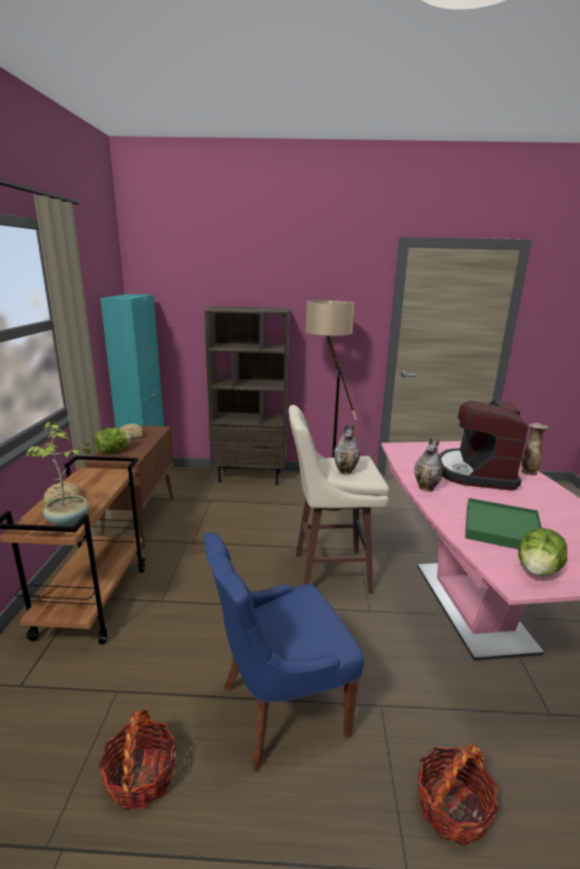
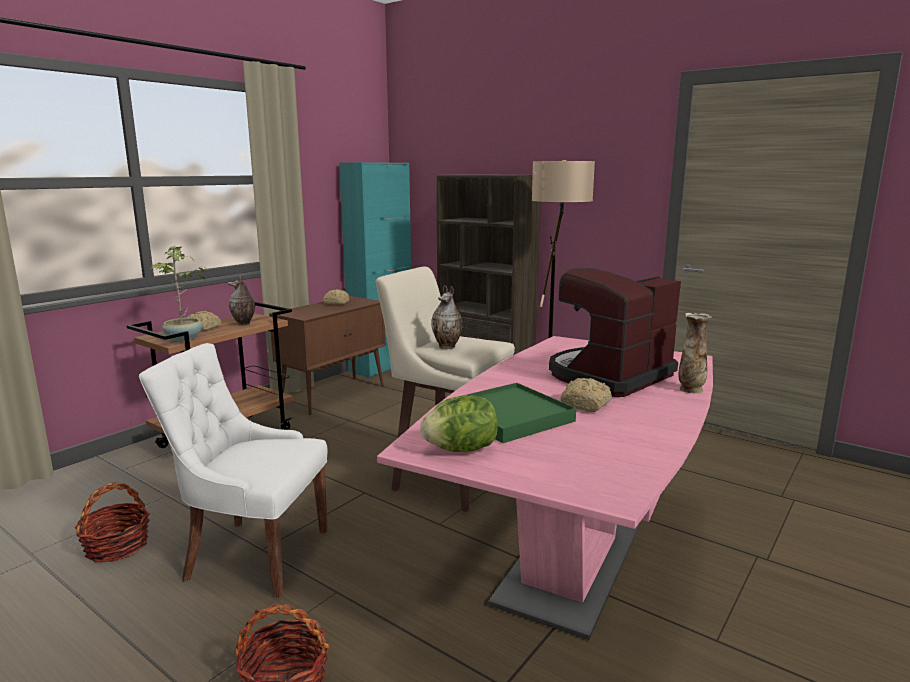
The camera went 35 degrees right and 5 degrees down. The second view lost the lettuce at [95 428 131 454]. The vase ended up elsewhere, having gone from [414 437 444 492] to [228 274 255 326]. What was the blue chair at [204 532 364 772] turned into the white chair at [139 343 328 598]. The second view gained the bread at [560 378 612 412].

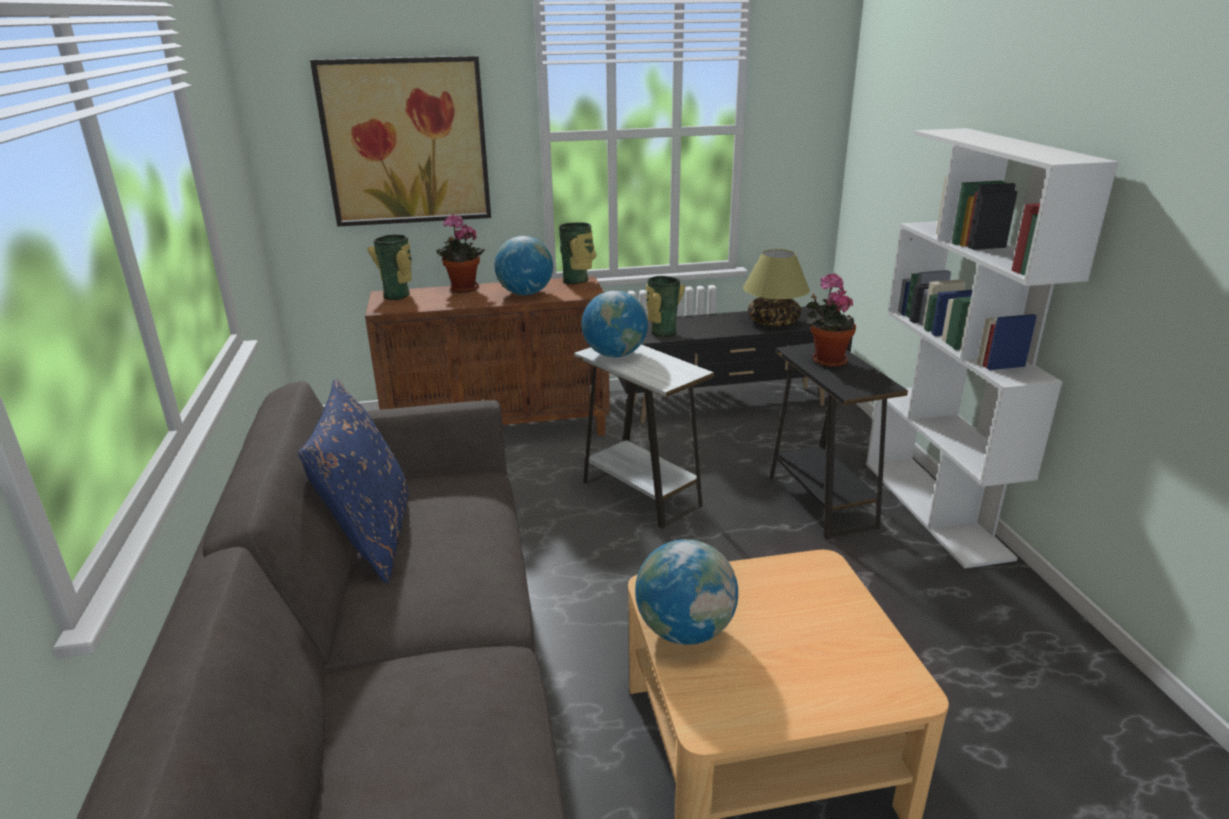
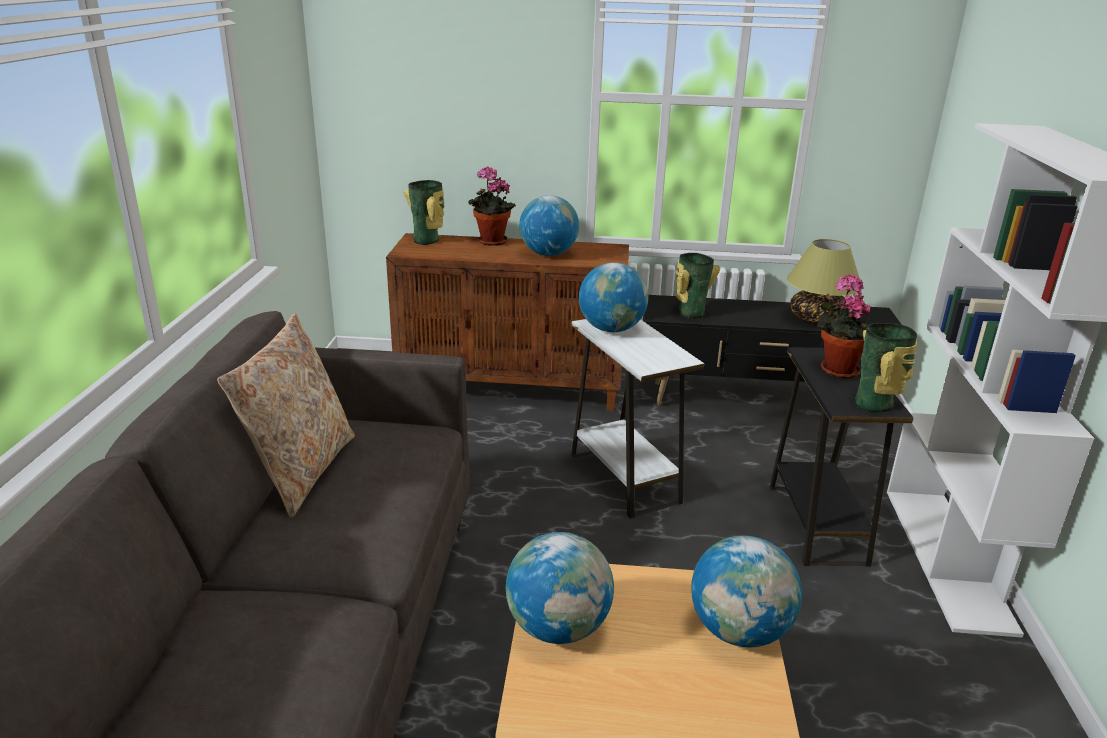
The camera went 15 degrees right and 0 degrees up. The second view lost the picture at [310 56 491 226]. The vase ended up elsewhere, having gone from [559 222 596 284] to [855 323 917 412]. What was the blue pillow at [298 378 409 583] turned into the beige pillow at [217 314 355 517]. The second view gained the globe at [691 536 802 647].

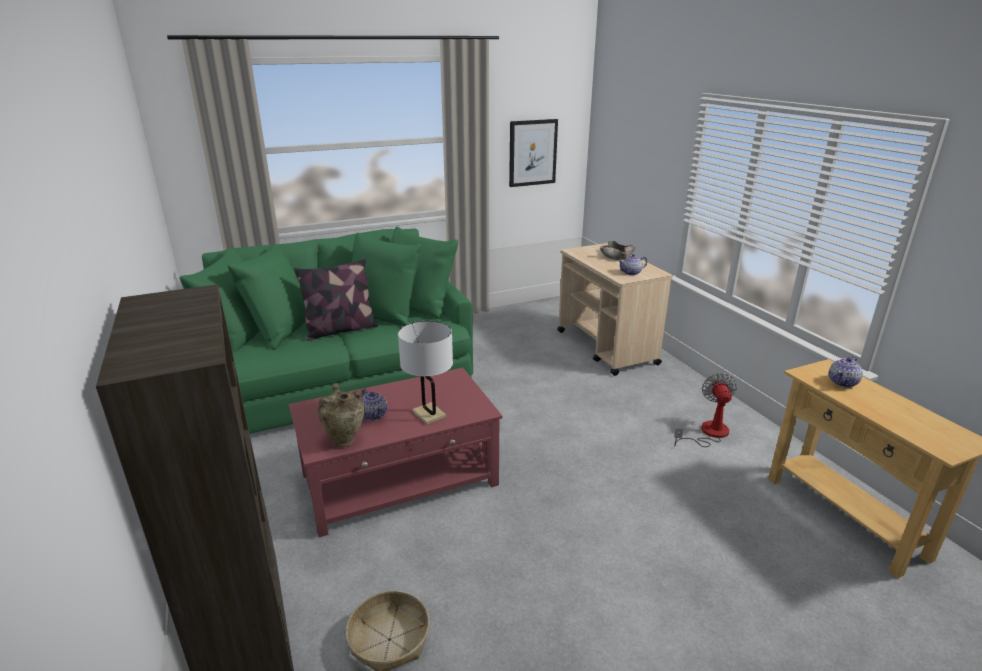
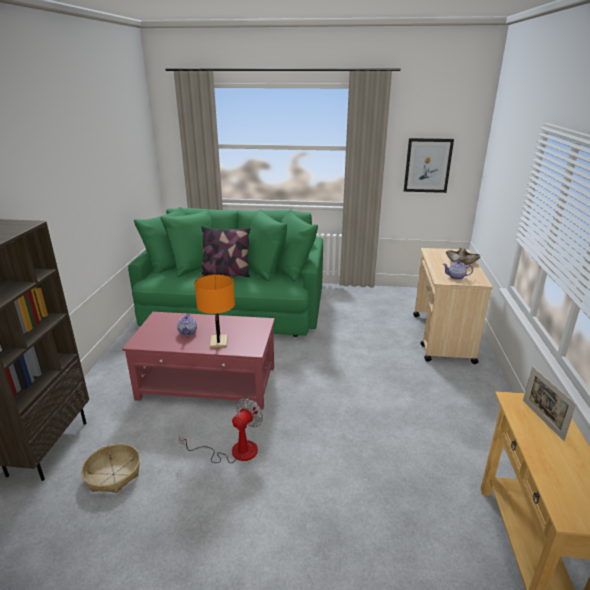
The camera went 30 degrees right and 0 degrees up. What was the white table lamp at [398 321 453 424] turned into the orange table lamp at [194 274 235 348]. Where the teapot stood at [829 356 863 388], the picture frame came to stand at [523 366 577 441]. The fan ended up elsewhere, having gone from [674 373 737 447] to [179 398 263 463]. The second view lost the beige vase at [318 383 365 447].

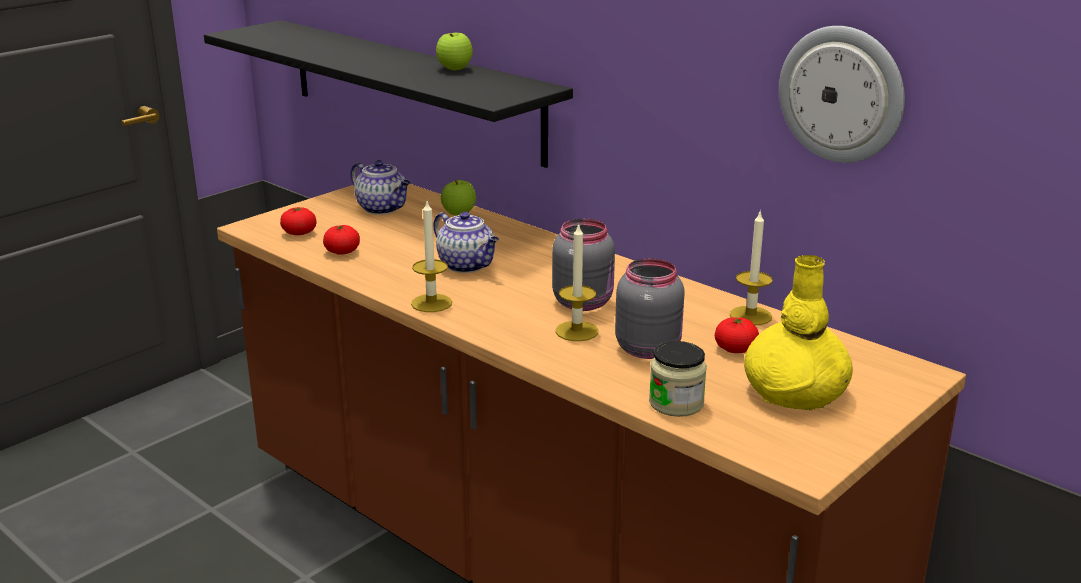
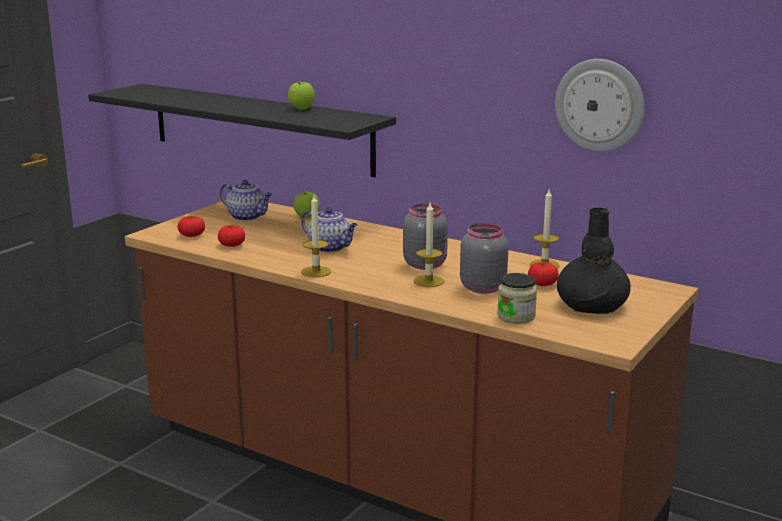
The camera went 10 degrees left and 5 degrees down. What was the yellow vase at [744 255 853 411] turned into the black vase at [557 208 631 314].

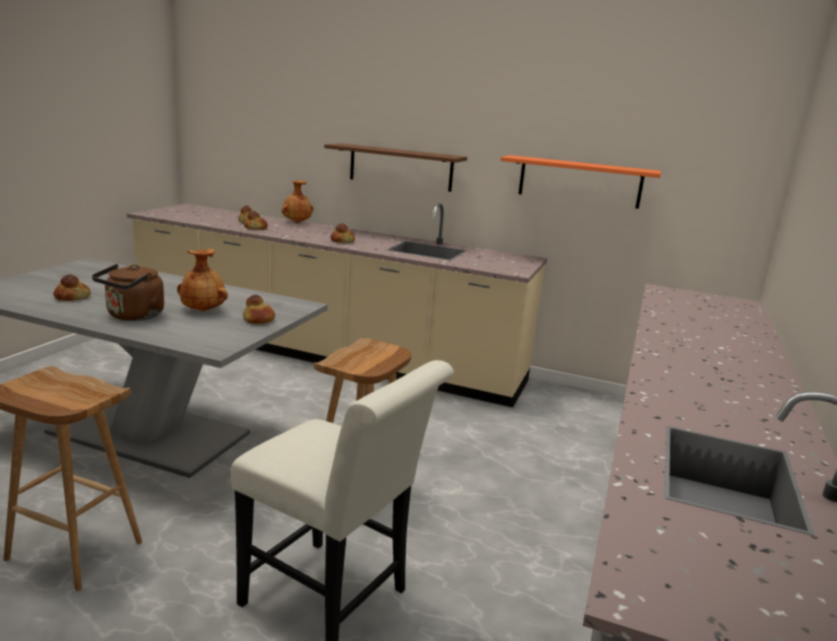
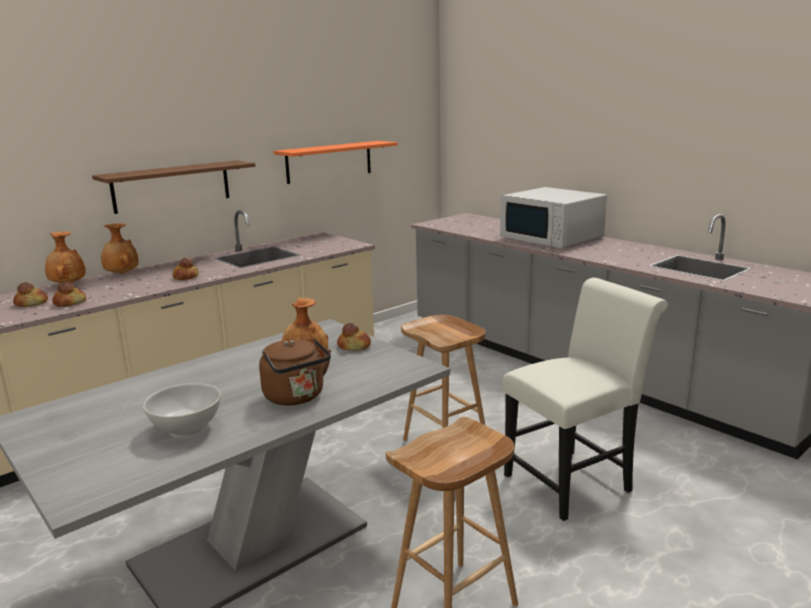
The camera went 60 degrees left and 0 degrees up. Where the bread stood at [53 274 91 301], the white bowl came to stand at [143 383 221 437]. The second view gained the white microwave at [500 187 607 248]. The second view gained the brown vase at [101 223 139 274].

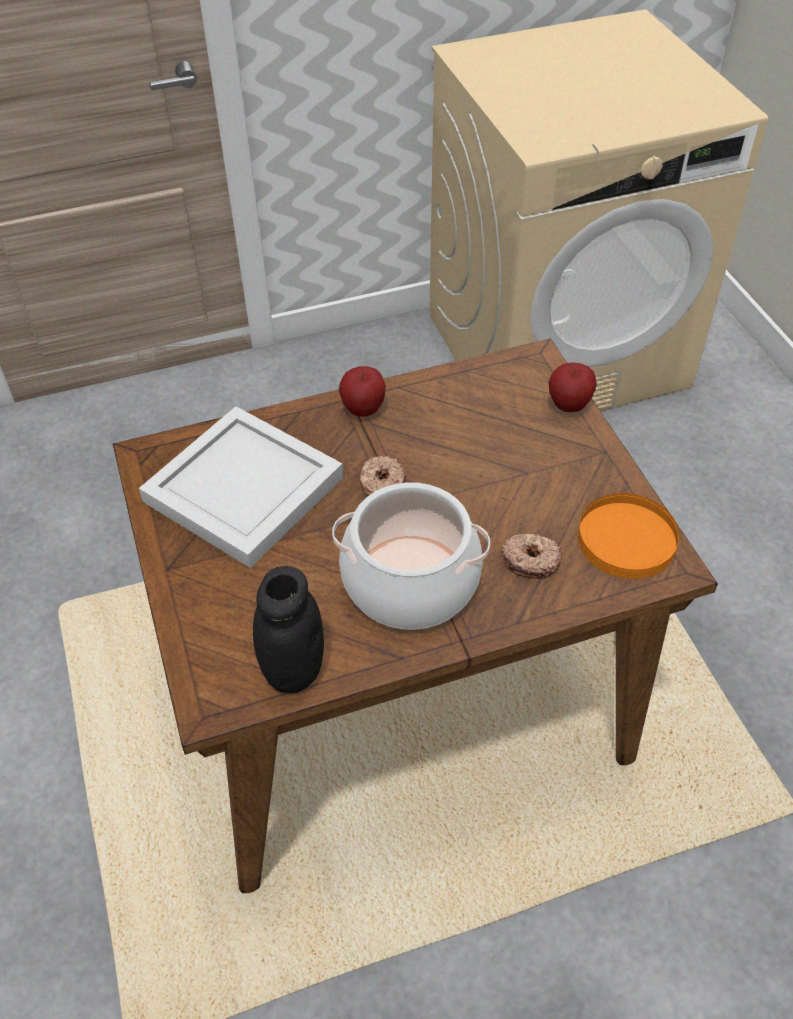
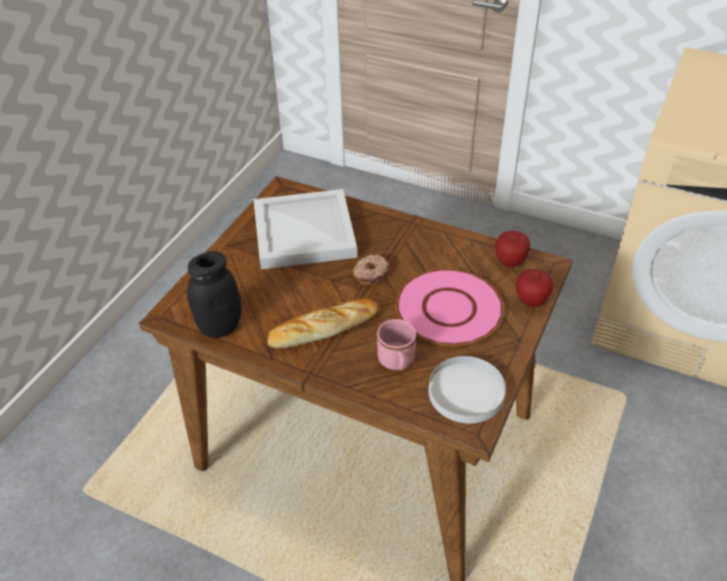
The camera went 45 degrees right and 5 degrees down. The apple ended up elsewhere, having gone from [339 366 386 417] to [495 231 530 267]. Where the cooking pot stood at [332 482 490 630], the bread came to stand at [268 299 379 348]. What was the orange plate at [578 493 679 579] turned into the white plate at [428 356 506 423]. Where the donut stood at [501 534 562 579], the pink mug came to stand at [377 319 416 370]. The second view gained the pink plate at [396 269 504 346].

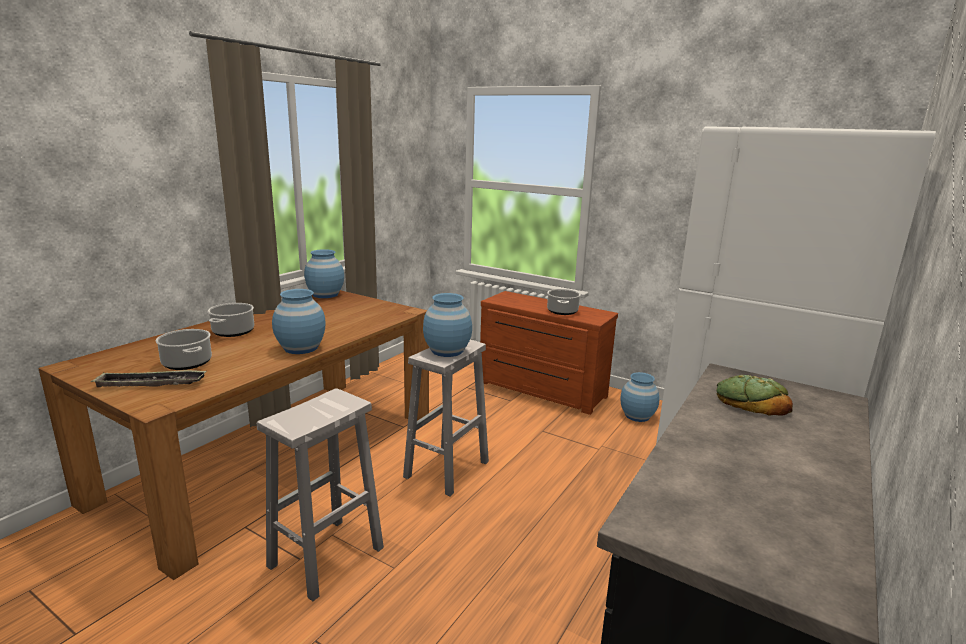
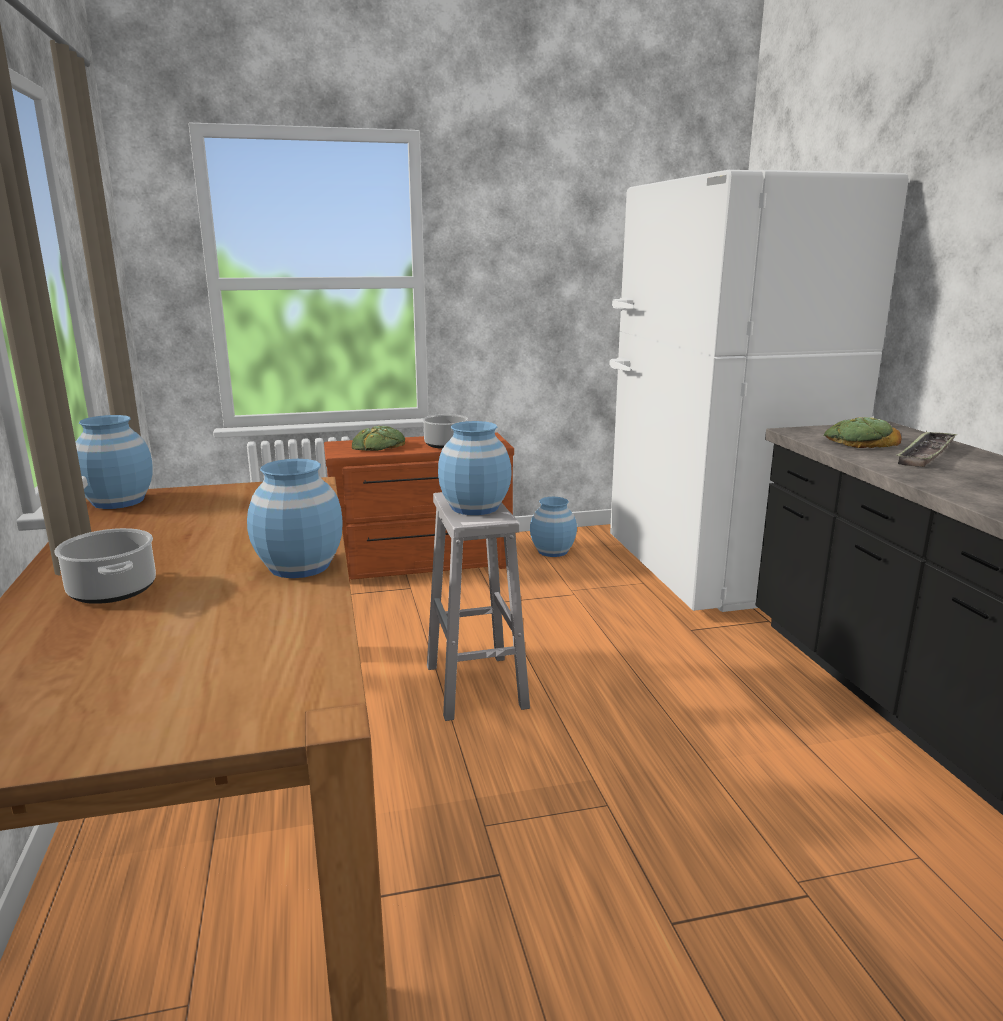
The camera went 45 degrees left and 0 degrees up. The second view lost the cooking pot at [156 329 212 370]. The tray ended up elsewhere, having gone from [90 370 207 387] to [896 431 957 467]. The second view lost the white stool at [257 388 384 601]. The second view gained the bread at [352 426 405 451].

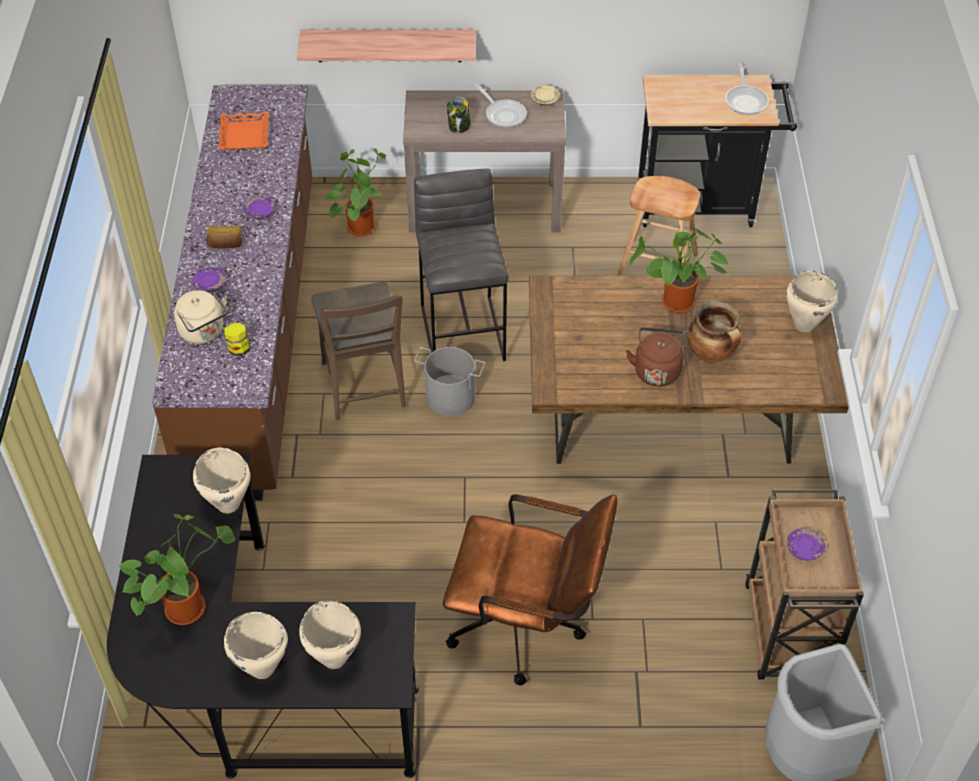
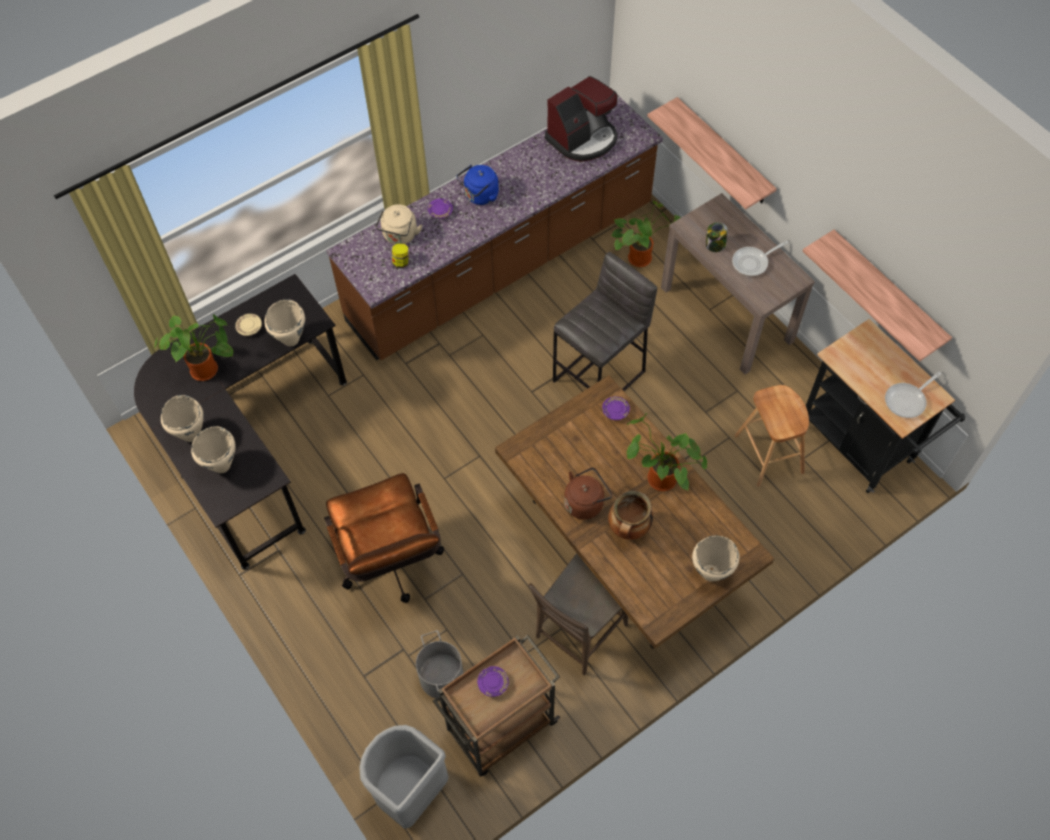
The camera went 55 degrees right and 10 degrees up. The frying pan at [474 84 527 128] ended up facing another way, 45 degrees clockwise from before. The beige plate ended up elsewhere, having gone from [531 85 560 106] to [235 314 262 336]. Where the orange tray stood at [218 112 269 150], the coffee machine came to stand at [545 76 618 162]. The purple plate ended up elsewhere, having gone from [243 196 275 219] to [602 396 630 420]. Where the bread stood at [206 225 242 248], the blue kettle came to stand at [457 165 499 205]. The brown chair ended up elsewhere, having gone from [311 282 406 420] to [528 553 629 675]. The grey bucket ended up elsewhere, having gone from [414 347 485 417] to [416 630 464 698]. The second view gained the shelf at [803 230 952 362].

